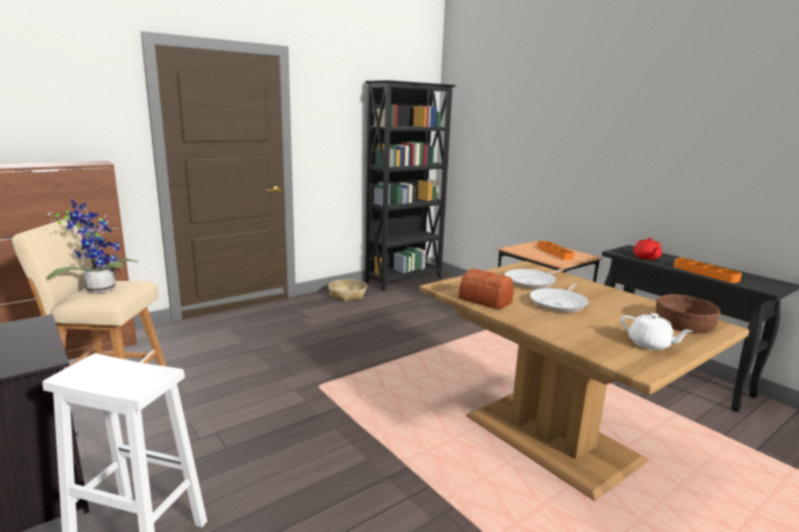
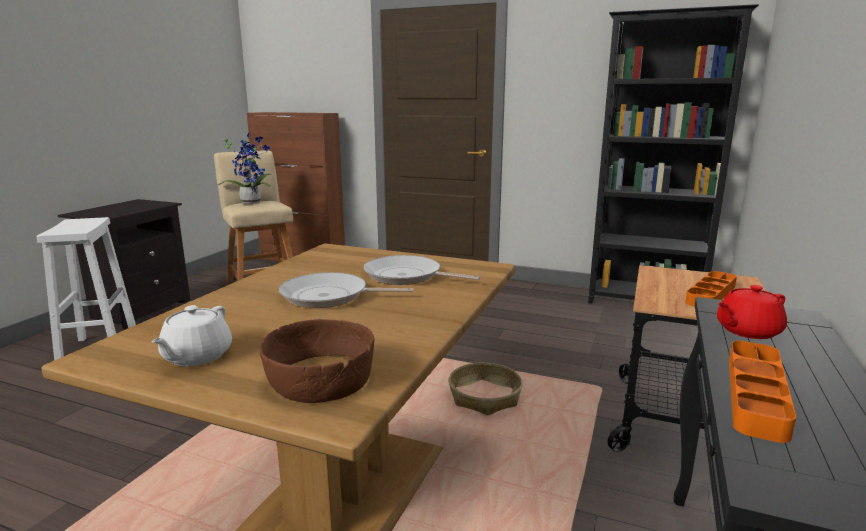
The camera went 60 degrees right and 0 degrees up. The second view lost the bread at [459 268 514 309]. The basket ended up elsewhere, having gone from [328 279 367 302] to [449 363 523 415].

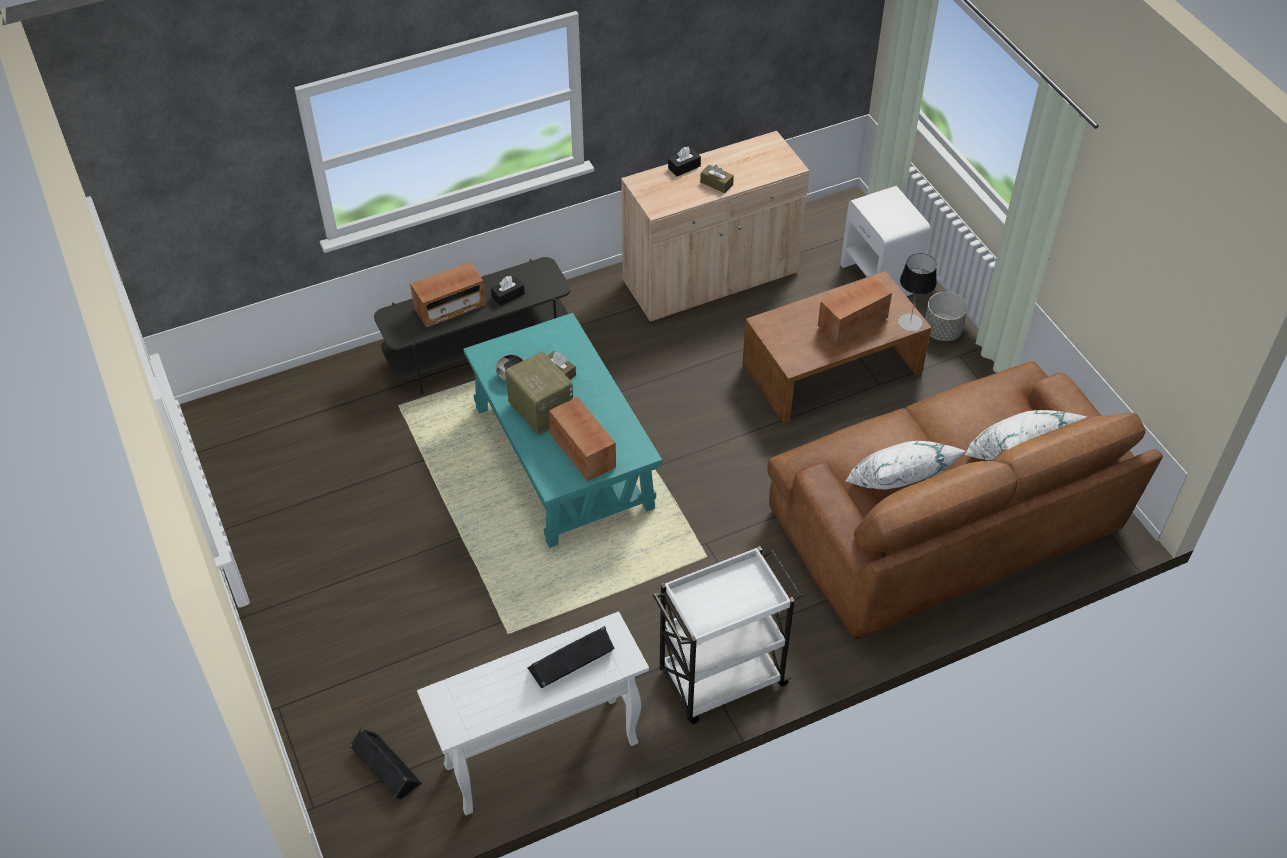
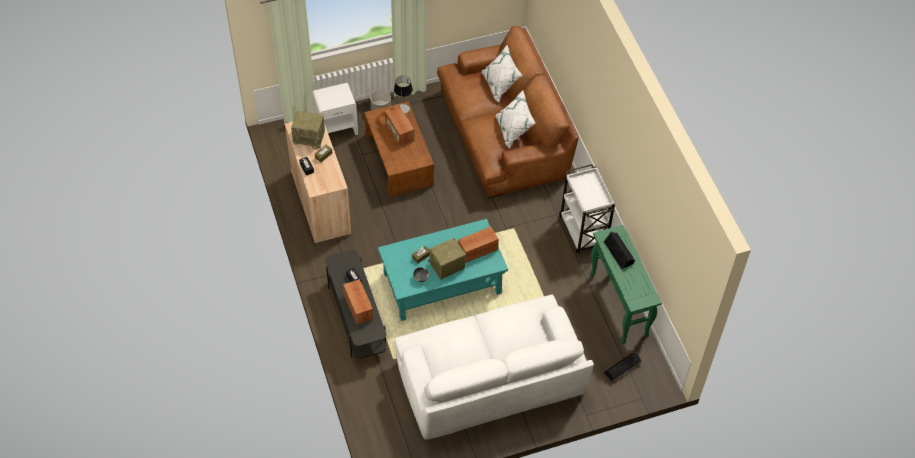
The camera went 85 degrees left and 5 degrees up. What was the white console table at [417 611 649 815] turned into the green console table at [590 225 662 344]. The second view gained the radio at [291 111 325 149]. The second view gained the white sofa at [394 295 594 440].

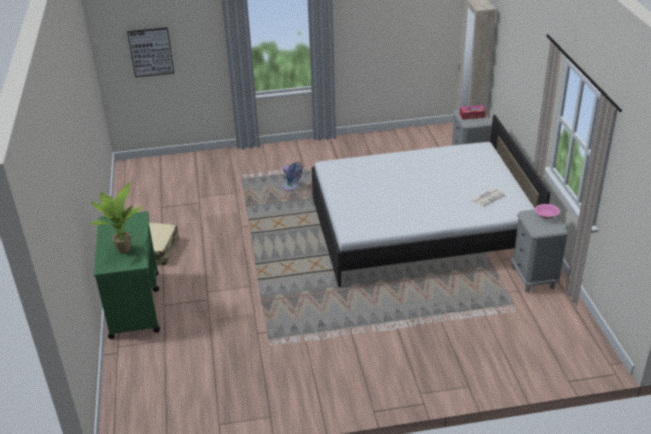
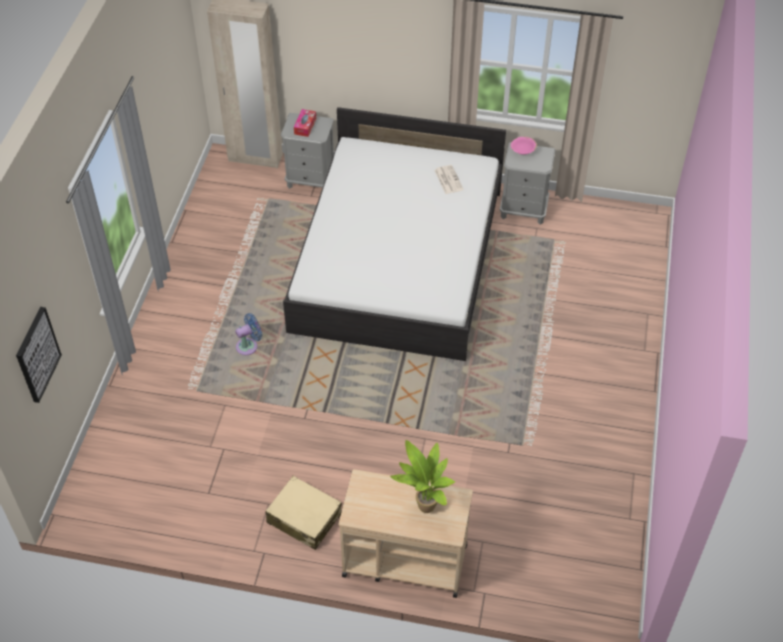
The camera went 70 degrees left and 15 degrees up. What was the green cart at [94 211 160 339] turned into the beige cart at [339 469 473 598].

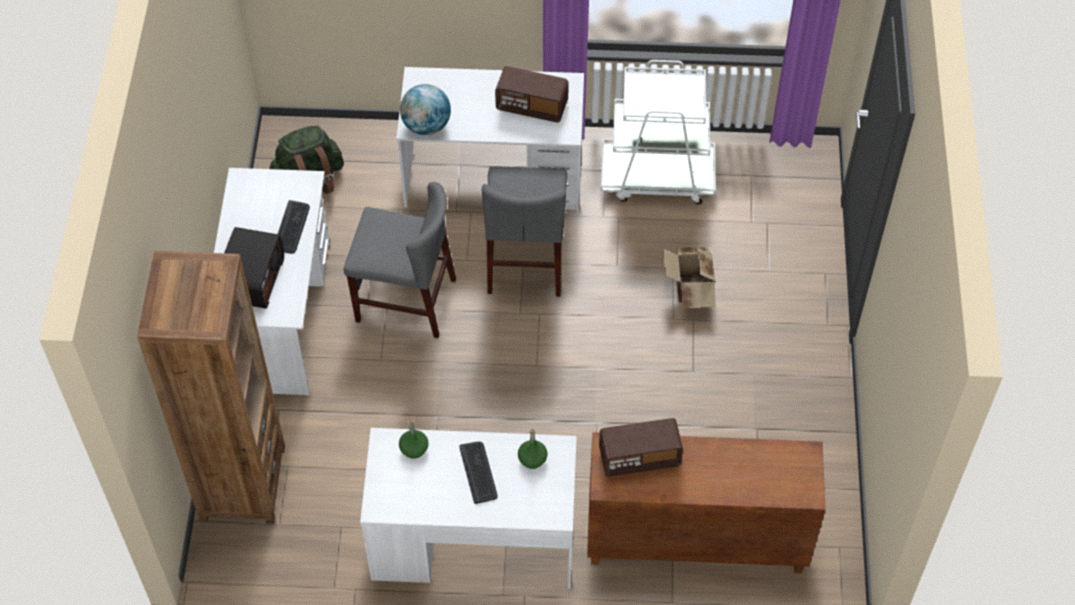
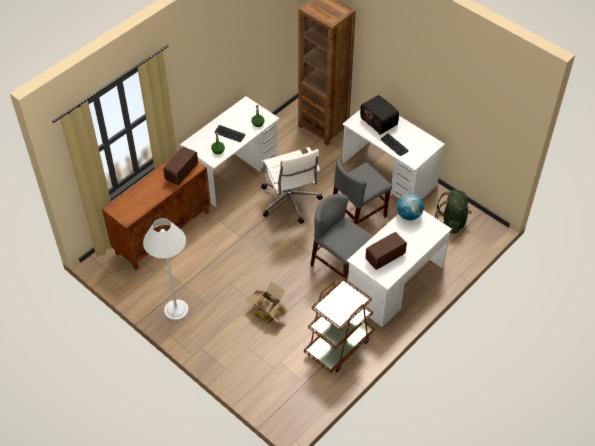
The camera went 130 degrees right and 5 degrees down. What was the white cart at [601 60 716 204] turned into the brown cart at [304 277 375 373]. The second view gained the white office chair at [261 147 323 224]. The second view gained the white floor lamp at [143 218 189 321].

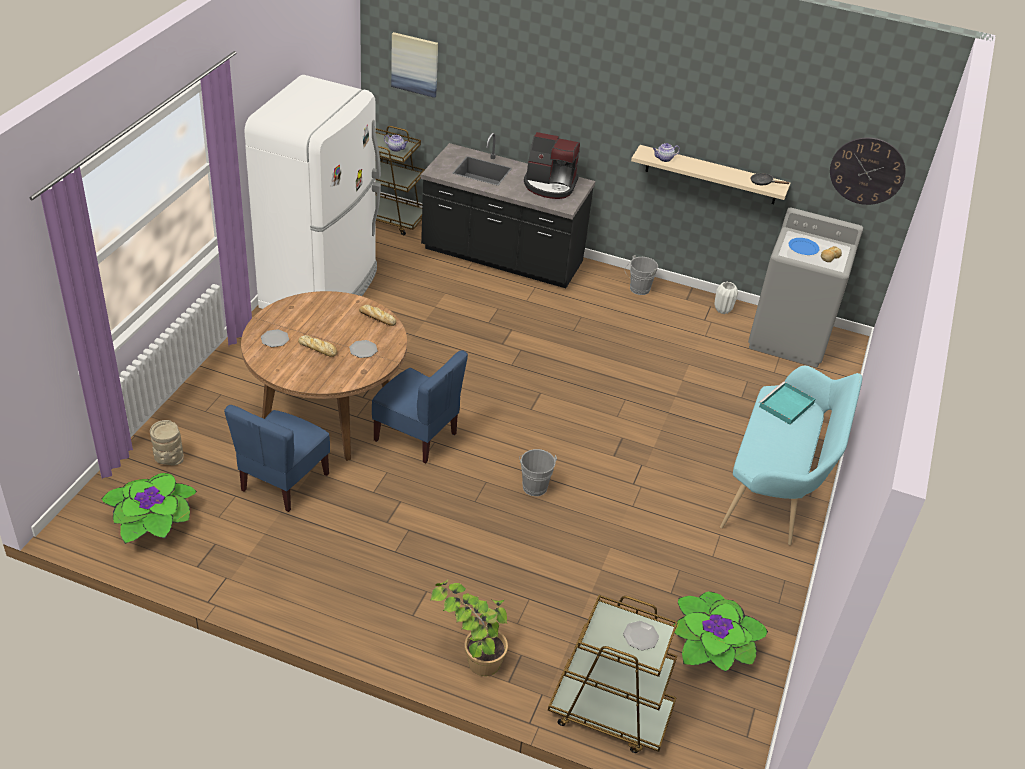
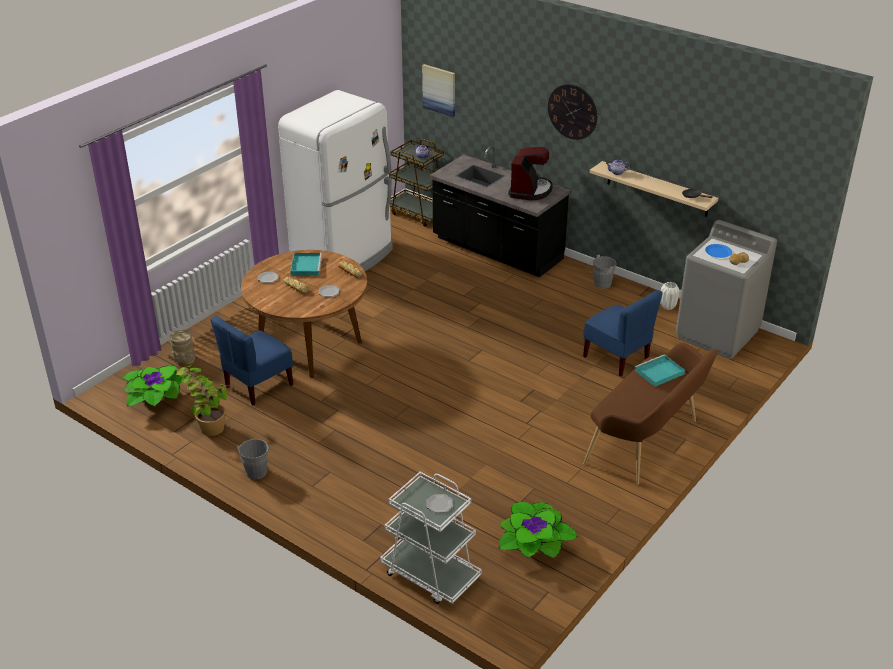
The camera went 20 degrees right and 5 degrees down. The coffee machine at [524 132 580 199] ended up facing another way, 105 degrees counterclockwise from before. The wall clock ended up elsewhere, having gone from [830 137 906 205] to [548 84 597 140]. The blue chair ended up elsewhere, having gone from [372 350 468 463] to [583 290 662 377]. What was the turquoise bench at [720 366 862 545] turned into the brown bench at [583 343 718 485]. The grey bucket ended up elsewhere, having gone from [519 449 557 496] to [237 439 270 480]. The potted plant ended up elsewhere, having gone from [430 579 508 676] to [175 365 230 436]. What was the brown cart at [548 595 678 753] turned into the white cart at [380 472 482 604]. The second view gained the turquoise tray at [290 253 322 276].

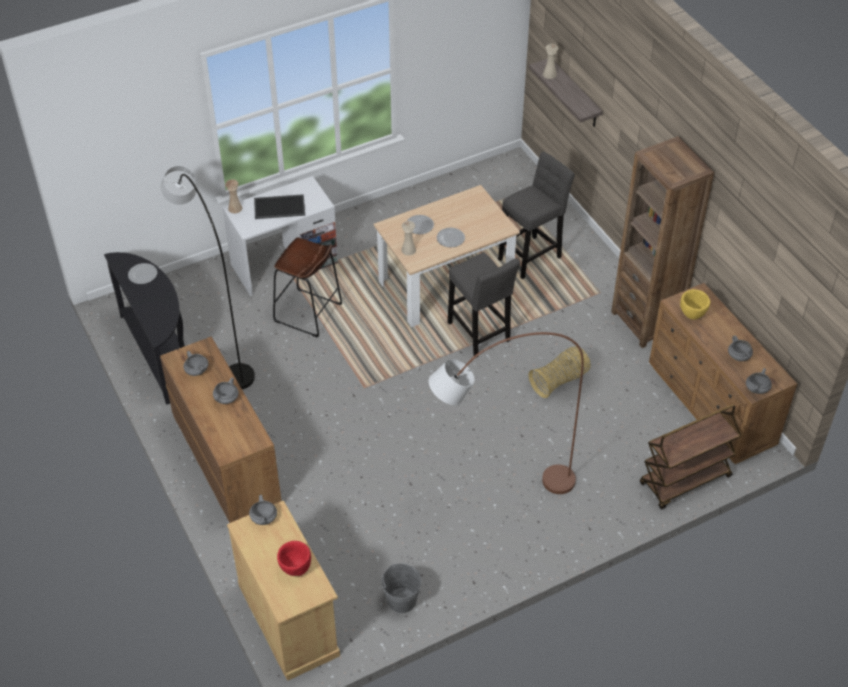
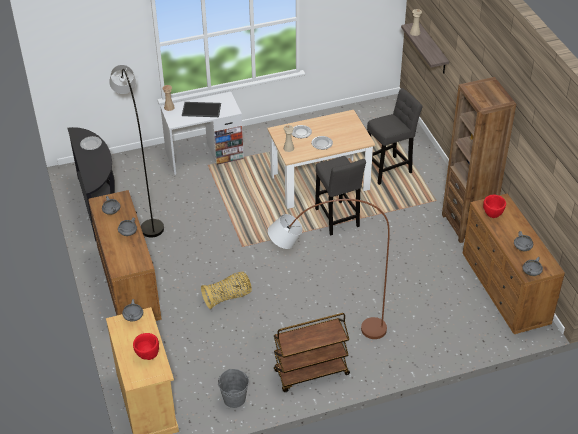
The camera went 10 degrees right and 5 degrees down. The second view lost the brown stool at [273 237 342 337]. What was the yellow bowl at [680 289 710 320] turned into the red bowl at [483 195 506 218]. The basket ended up elsewhere, having gone from [529 346 591 398] to [201 272 252 309]. The brown cart ended up elsewhere, having gone from [640 404 741 510] to [274 313 350 392].

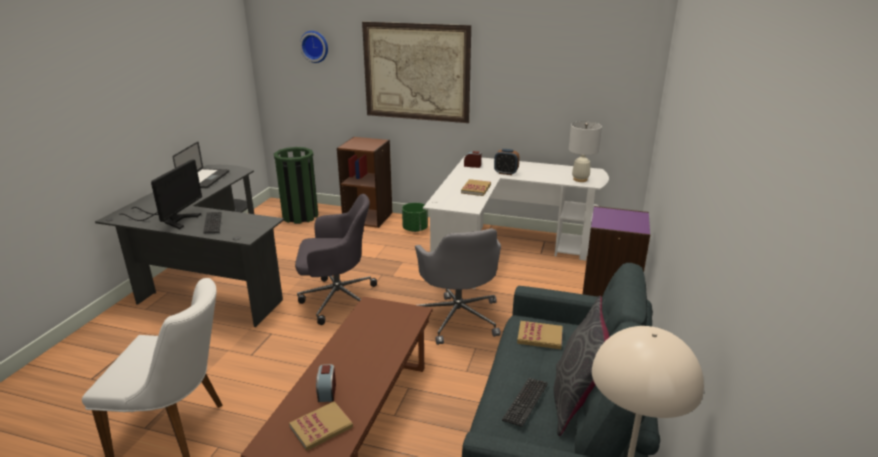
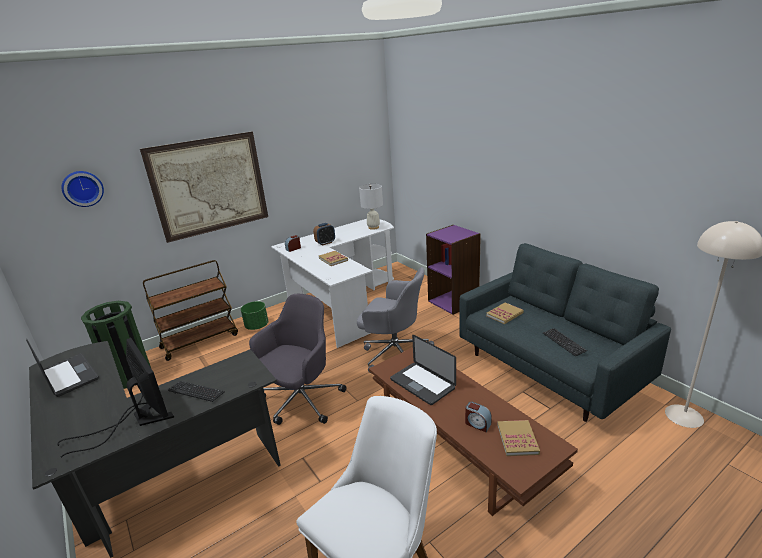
The camera went 50 degrees left and 0 degrees up. Where the brown bookcase stood at [337 137 392 228], the brown cart came to stand at [143 260 238 361]. The second view lost the grey pillow at [553 296 609 436]. The second view gained the laptop at [390 335 456 405].

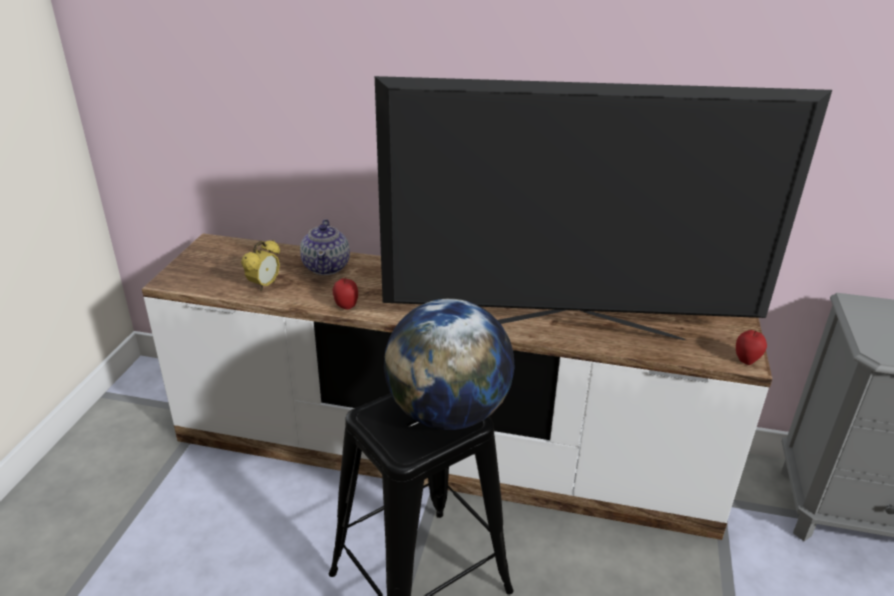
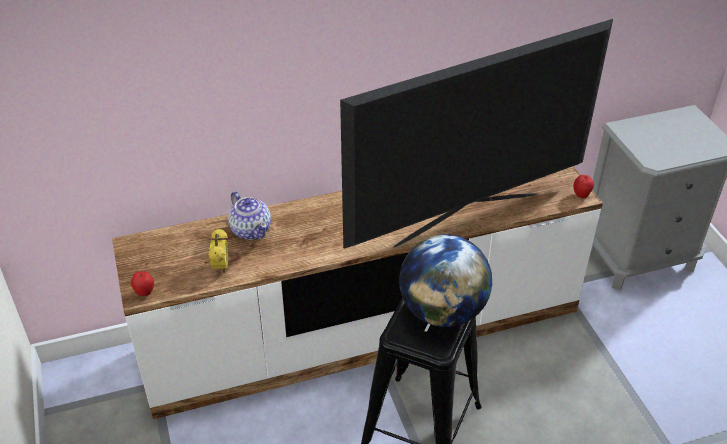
The camera went 30 degrees left and 10 degrees up. The apple ended up elsewhere, having gone from [333 278 358 310] to [131 271 154 296].

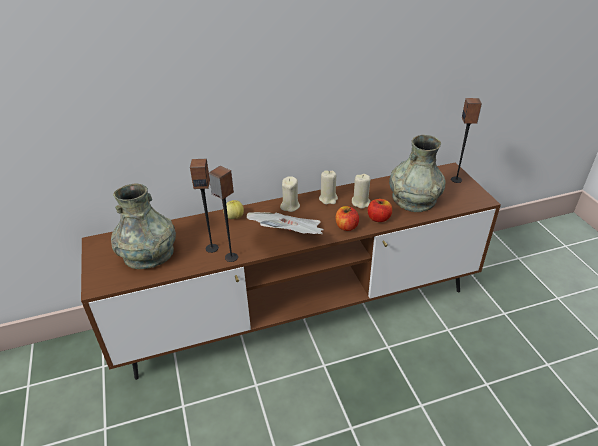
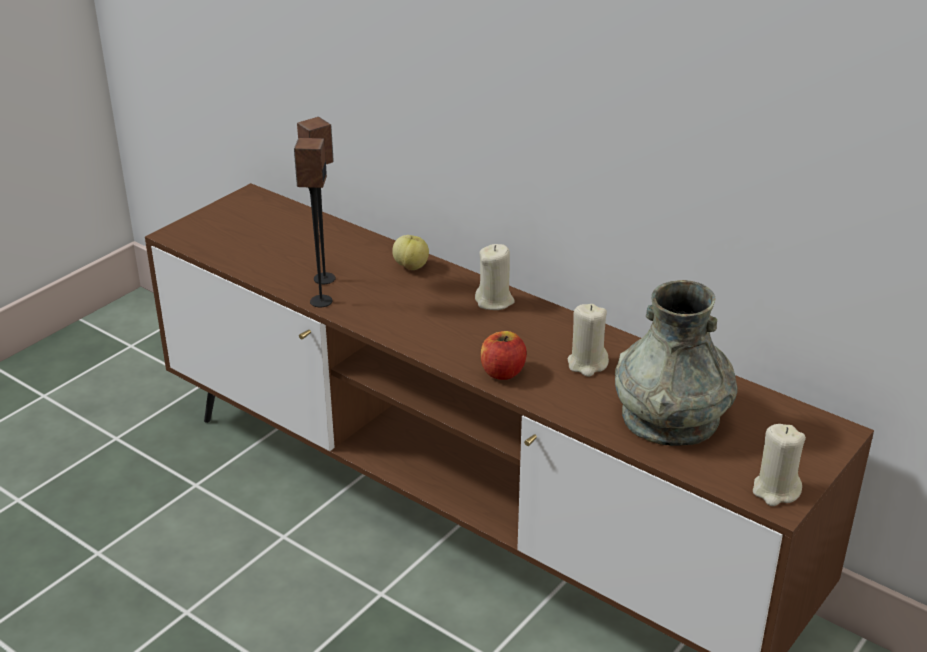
The camera went 55 degrees right and 5 degrees down. The second view lost the speaker at [451 98 482 183]. The beige candle ended up elsewhere, having gone from [319 170 338 205] to [753 424 806 506]. The second view lost the grey vase at [111 184 176 269]. The second view lost the apple at [368 199 392 222]. The second view lost the newspaper at [247 212 324 234].

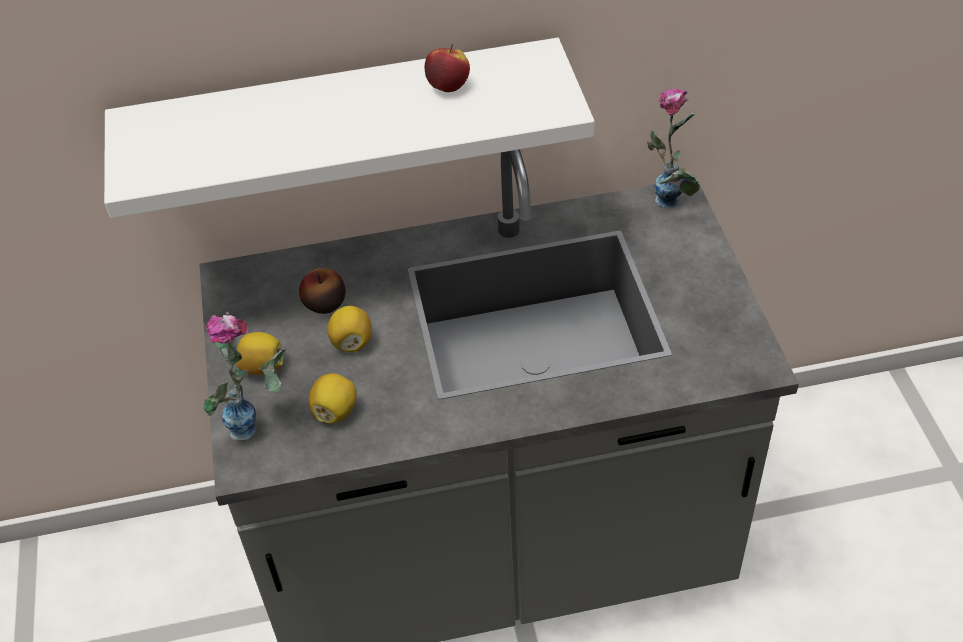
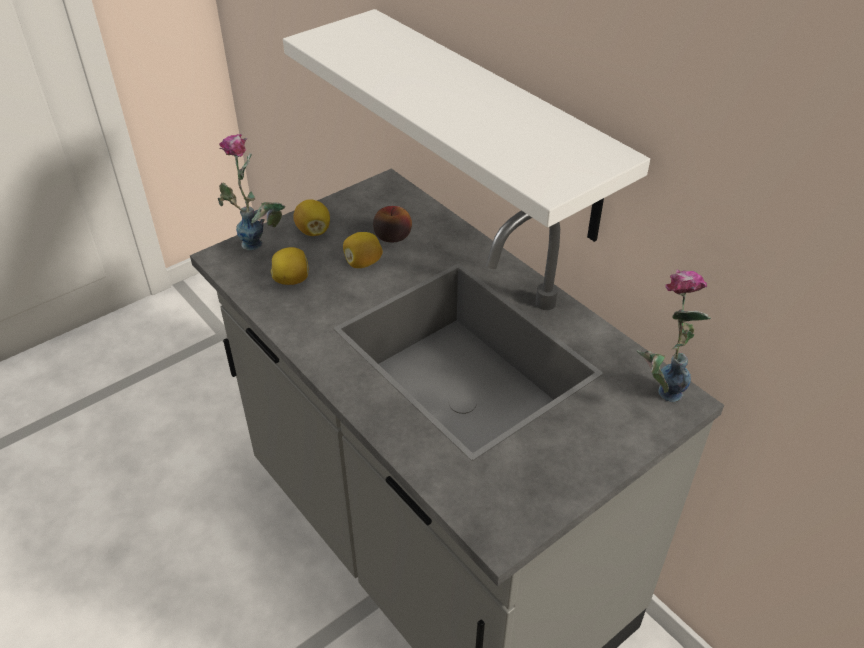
The camera went 60 degrees right and 5 degrees down. The second view lost the apple at [425 44 470 92].

